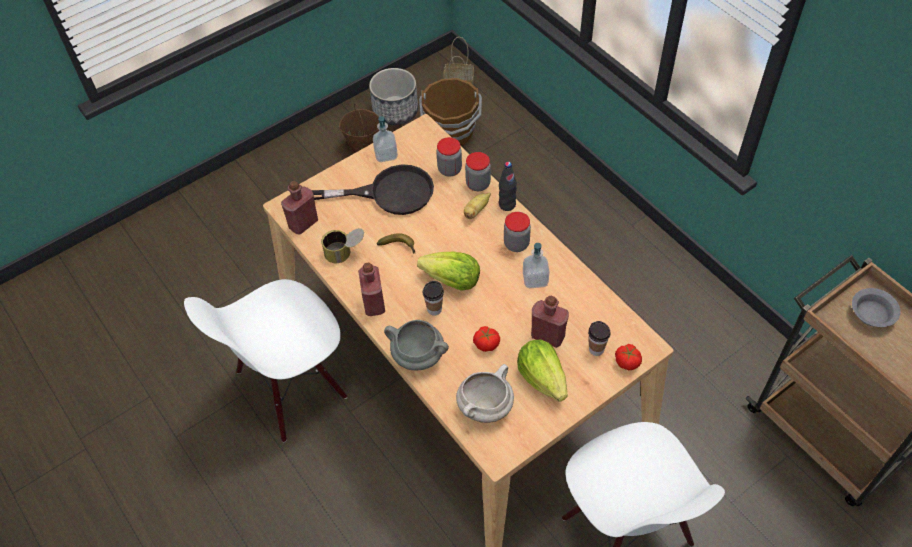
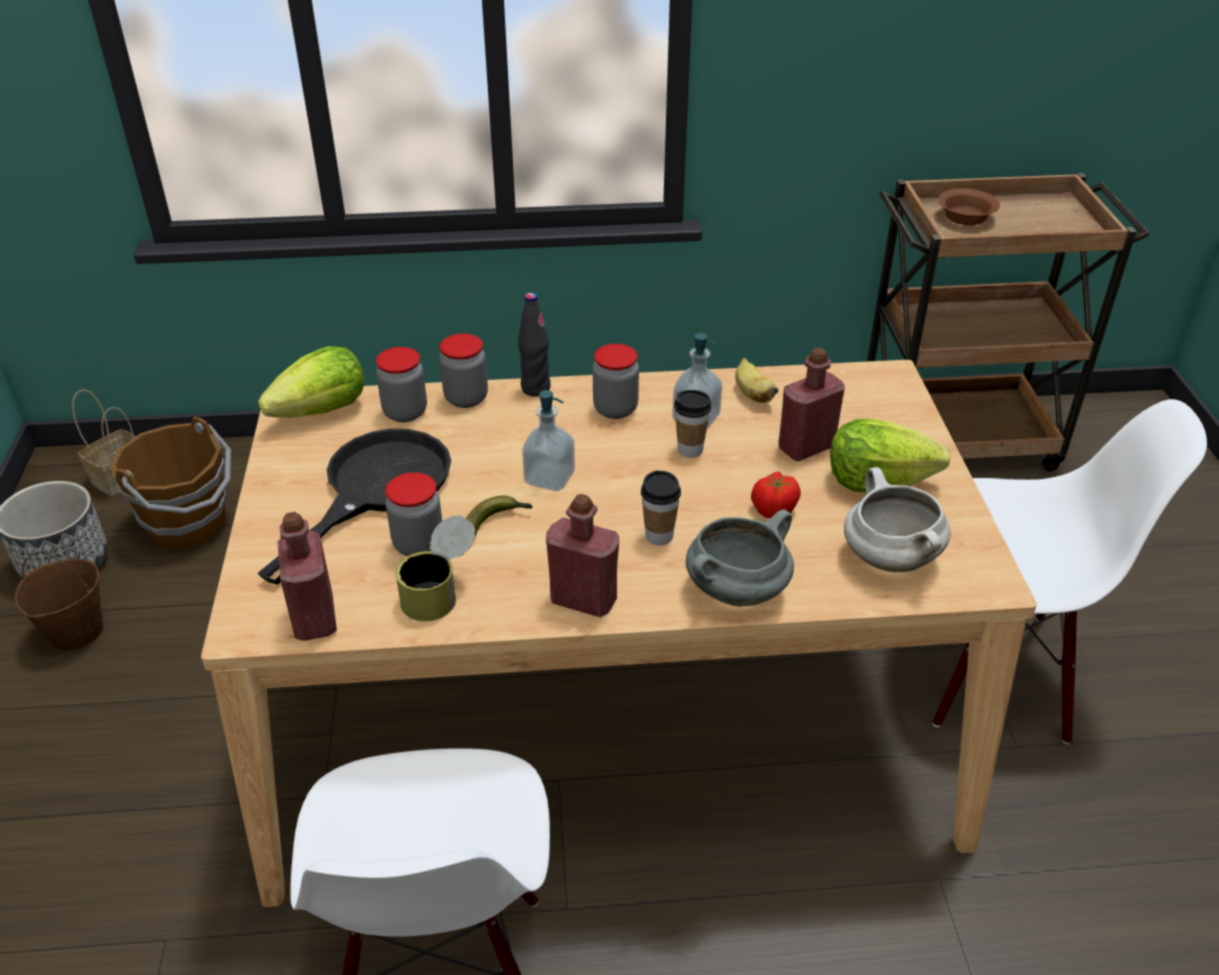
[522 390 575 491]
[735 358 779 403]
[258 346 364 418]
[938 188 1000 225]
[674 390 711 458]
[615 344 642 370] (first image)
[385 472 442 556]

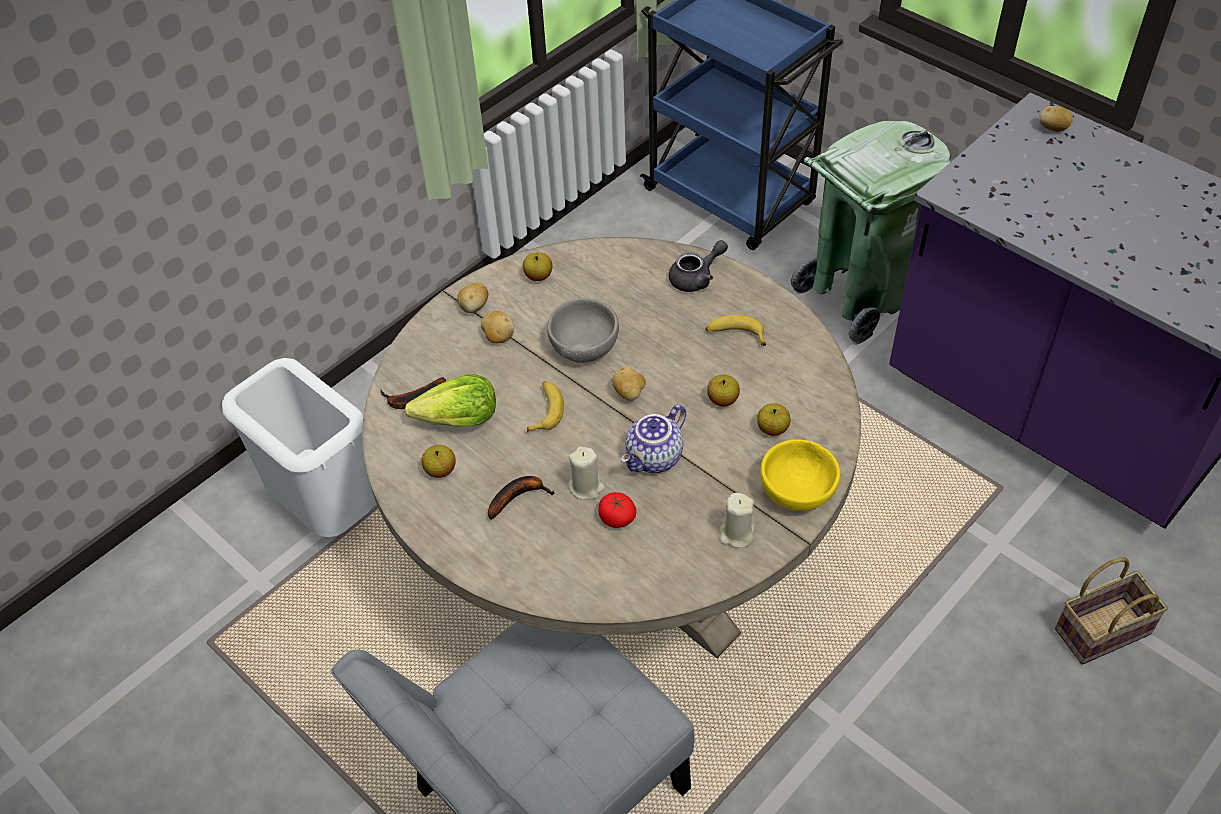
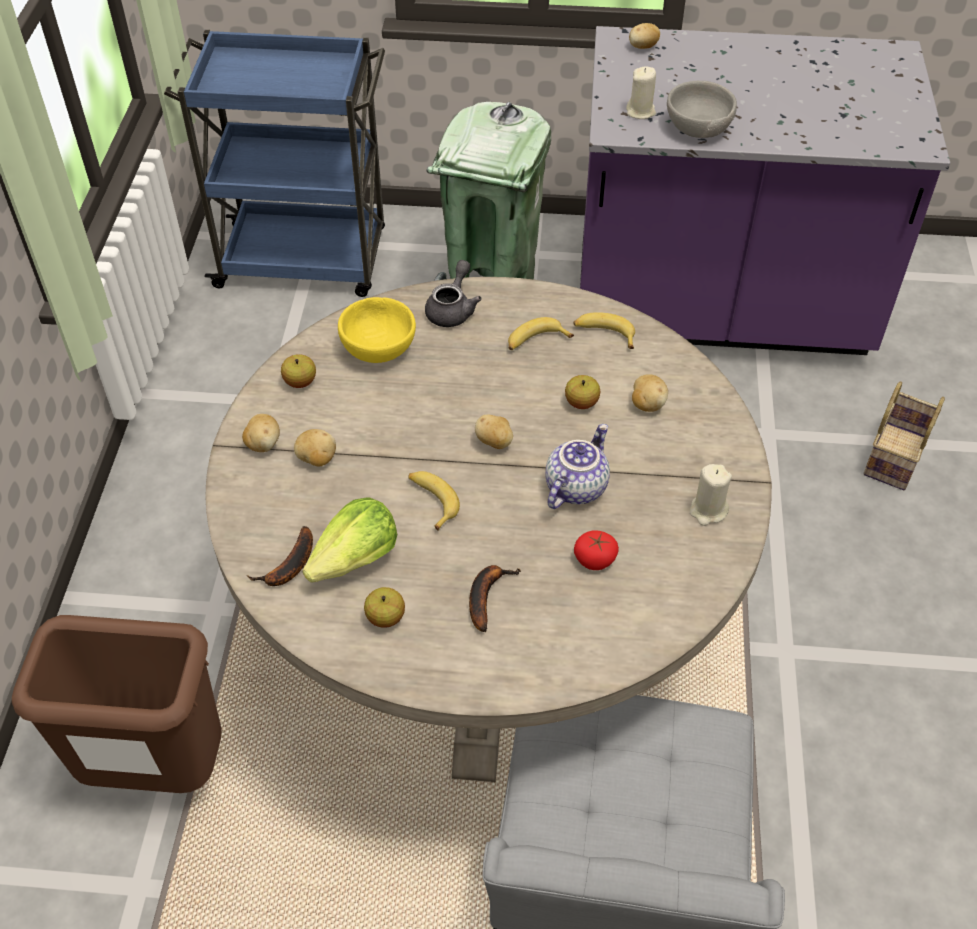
[667 81 737 138]
[12 615 222 793]
[632 374 668 412]
[545 424 610 509]
[338 297 416 363]
[626 66 656 119]
[573 312 635 349]

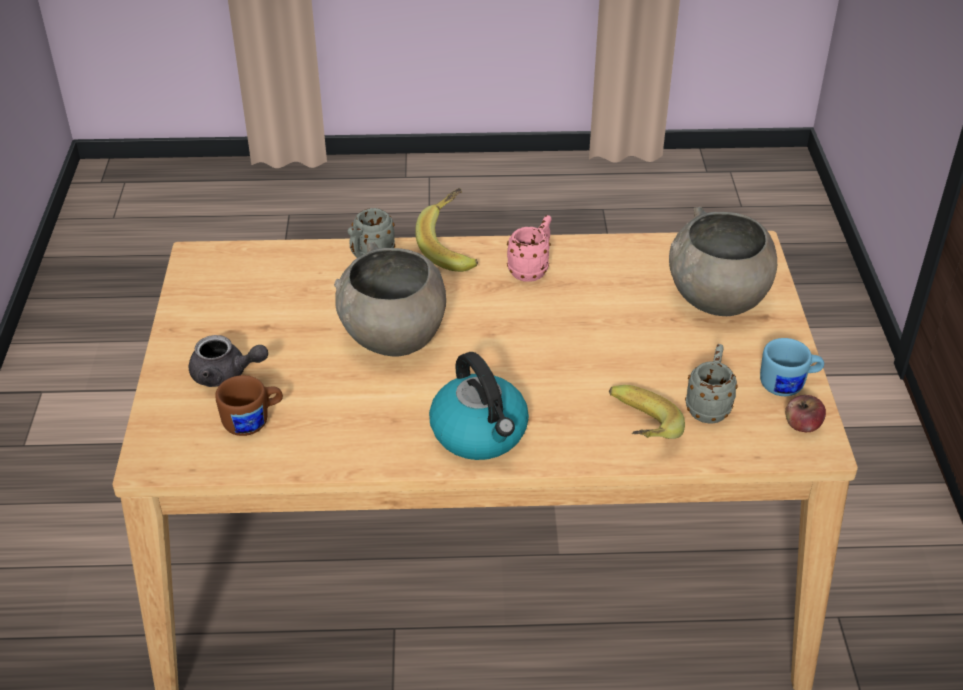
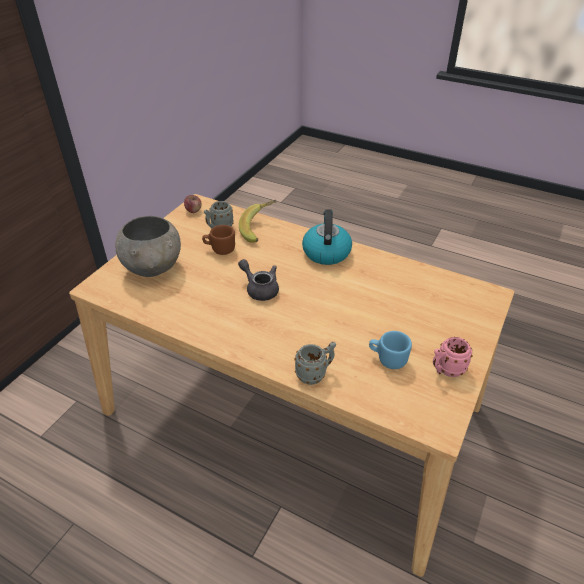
[415 188 478 272] (first image)
[433 337 472 377]
[334 242 446 357] (first image)
[238 259 279 301]
[369 331 412 369]
[202 225 235 255]

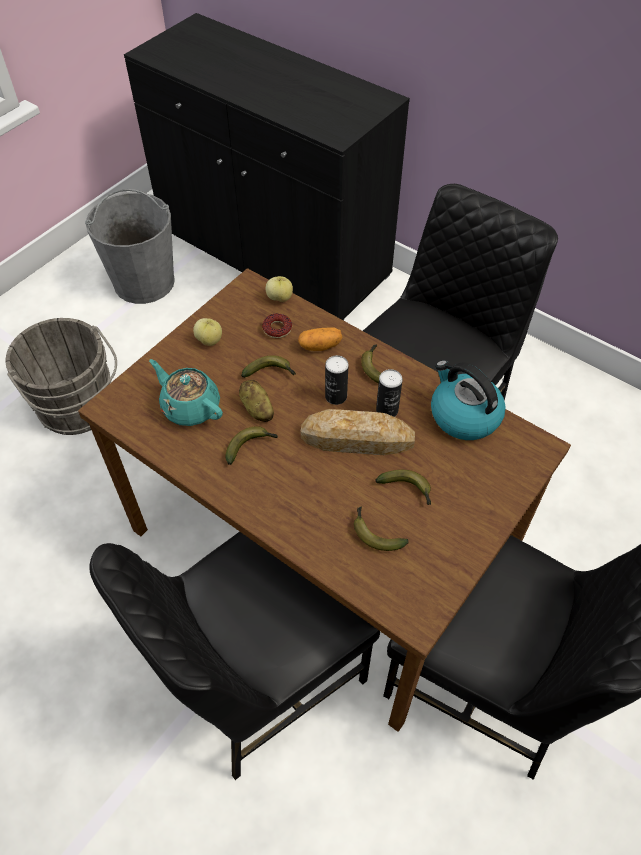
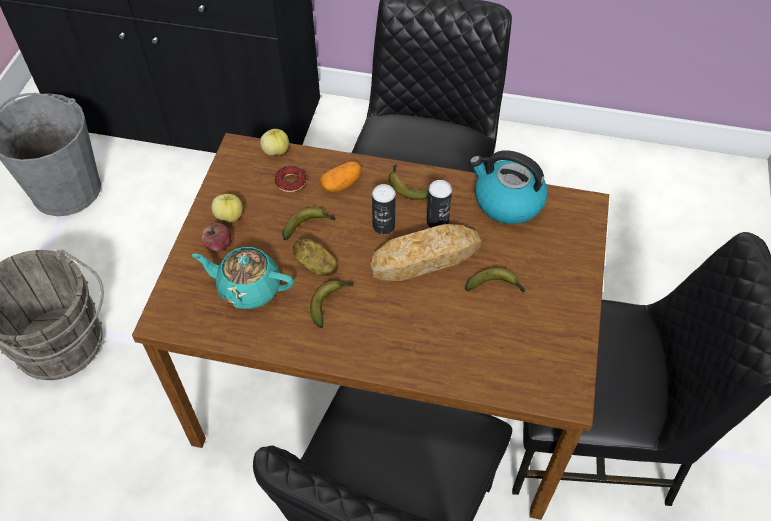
[354 506 409 551] (first image)
[202 223 231 251]

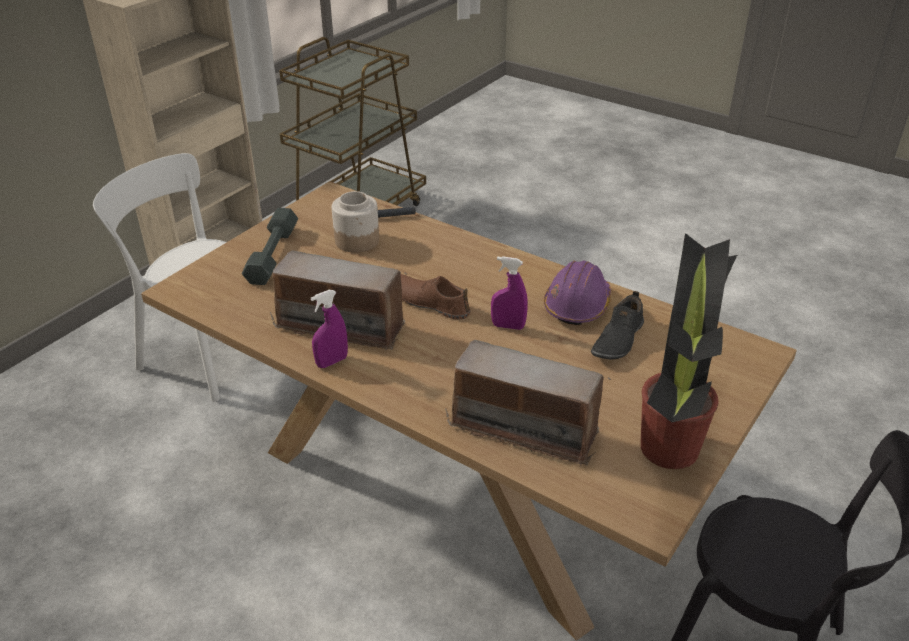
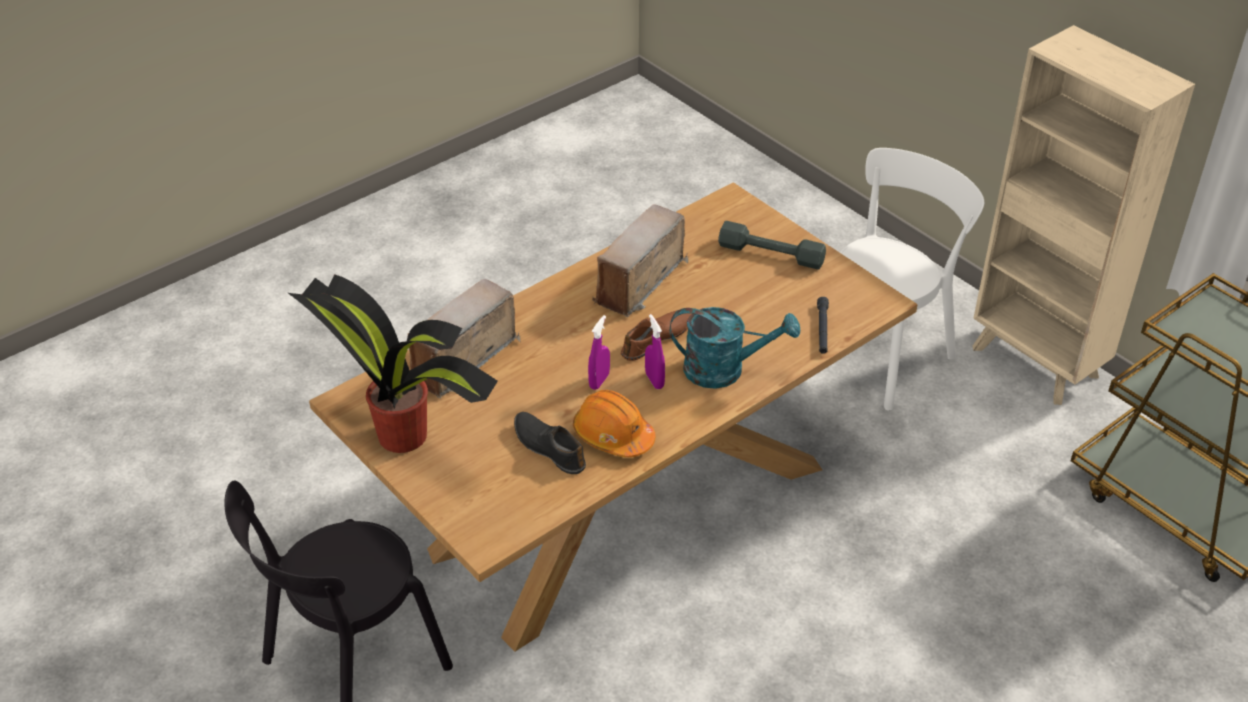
[332 191 379 253] (first image)
[573 390 656 457]
[645 314 665 389]
[670 307 800 389]

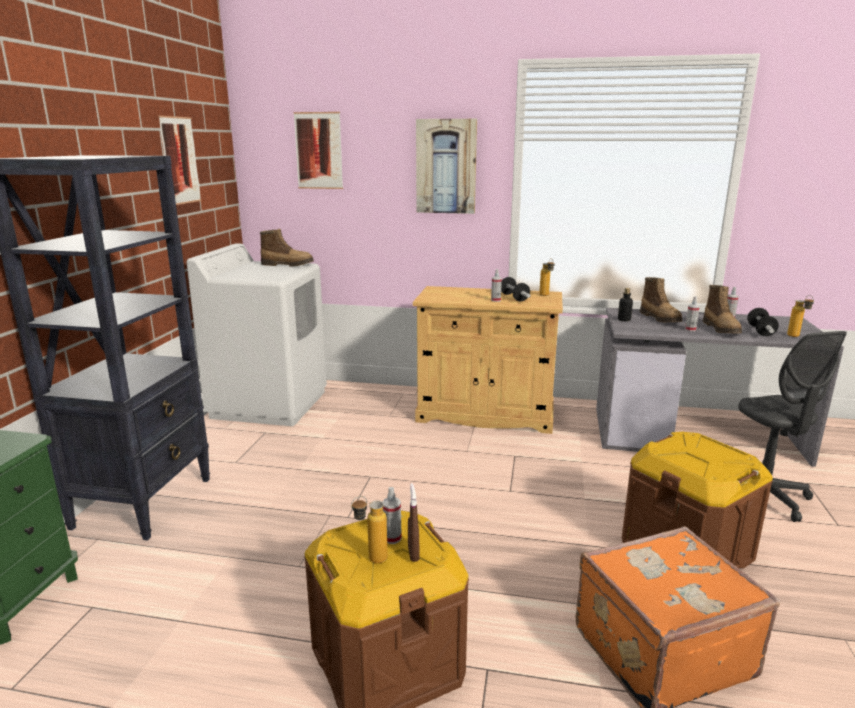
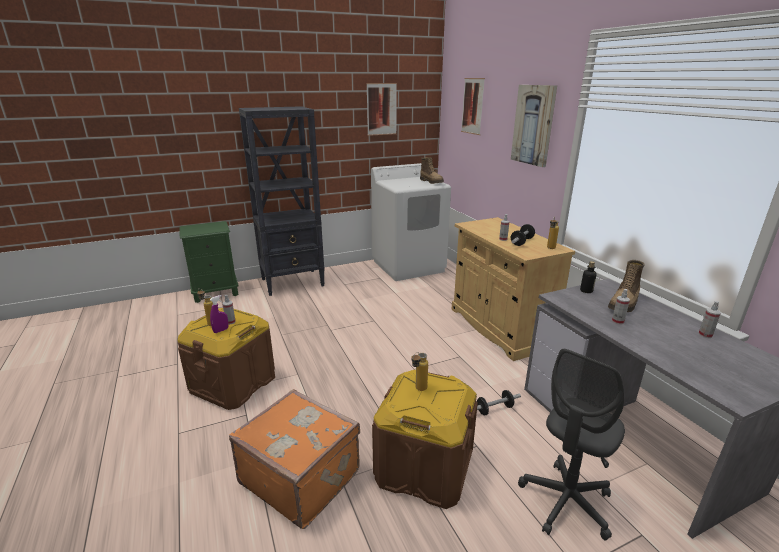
[703 285 742 333] (first image)
[411 352 428 391]
[477 390 521 415]
[210 295 228 333]

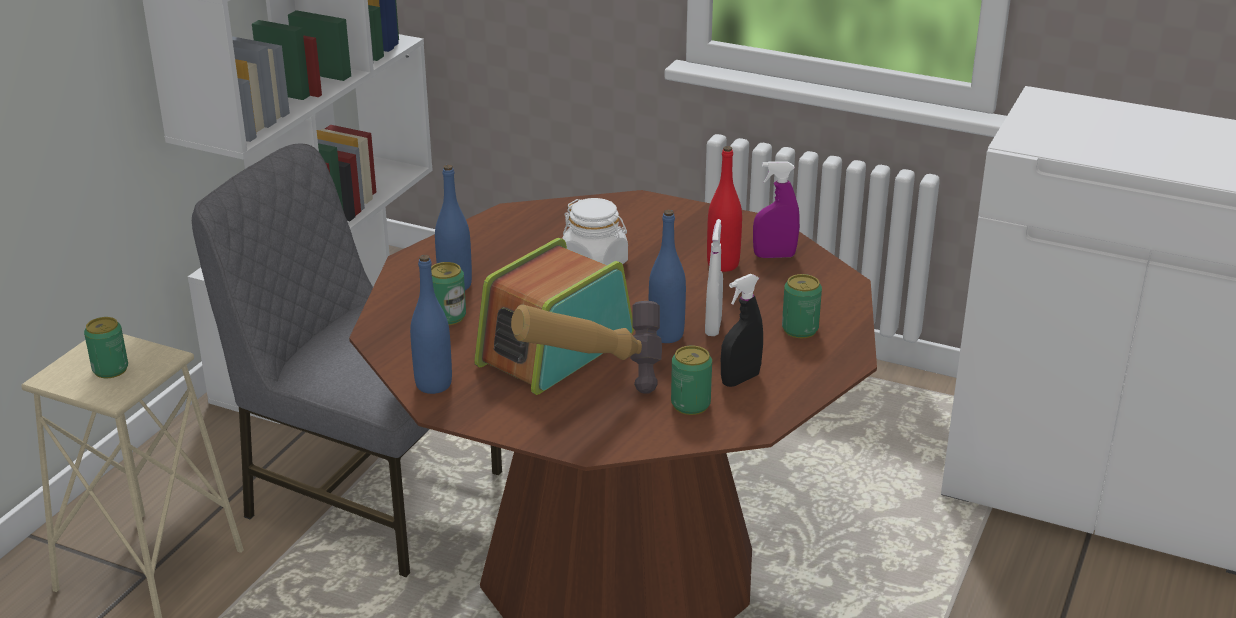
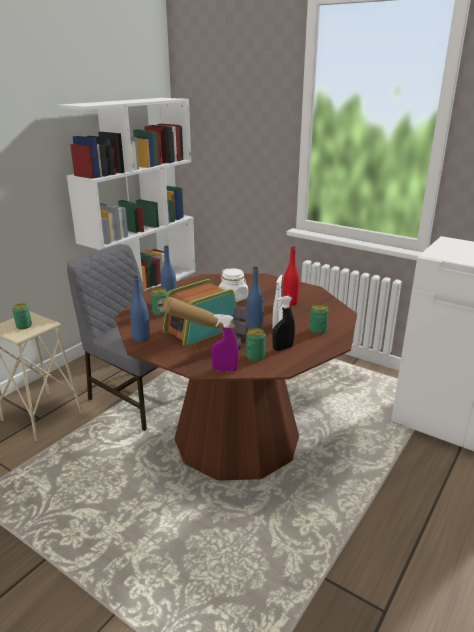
[211 314 239 372]

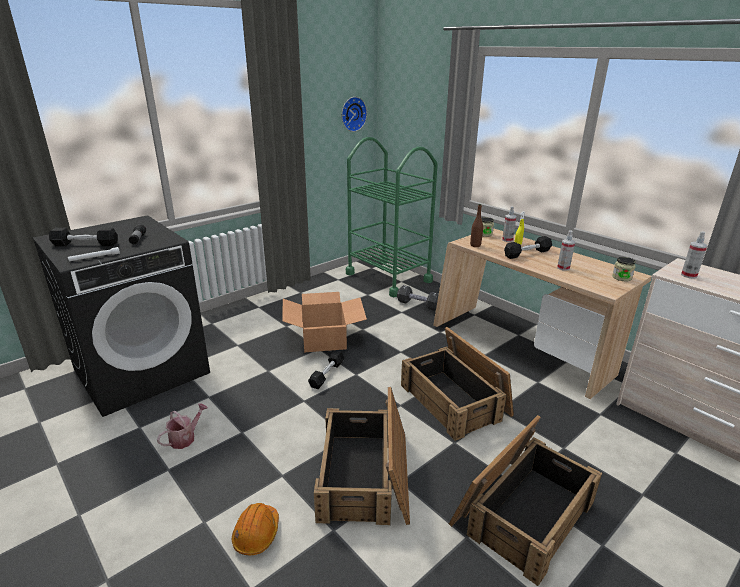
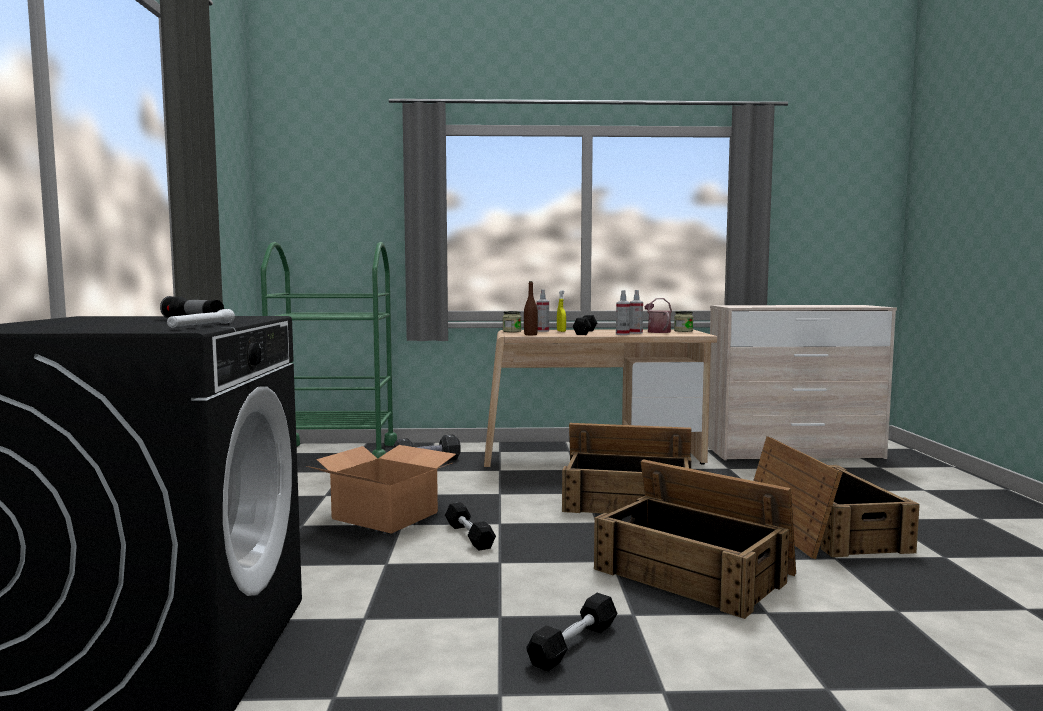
[342 97 367 132] (first image)
[526 593 617 671]
[616 290 630 335]
[644 298 672 333]
[232 503 279 555] (first image)

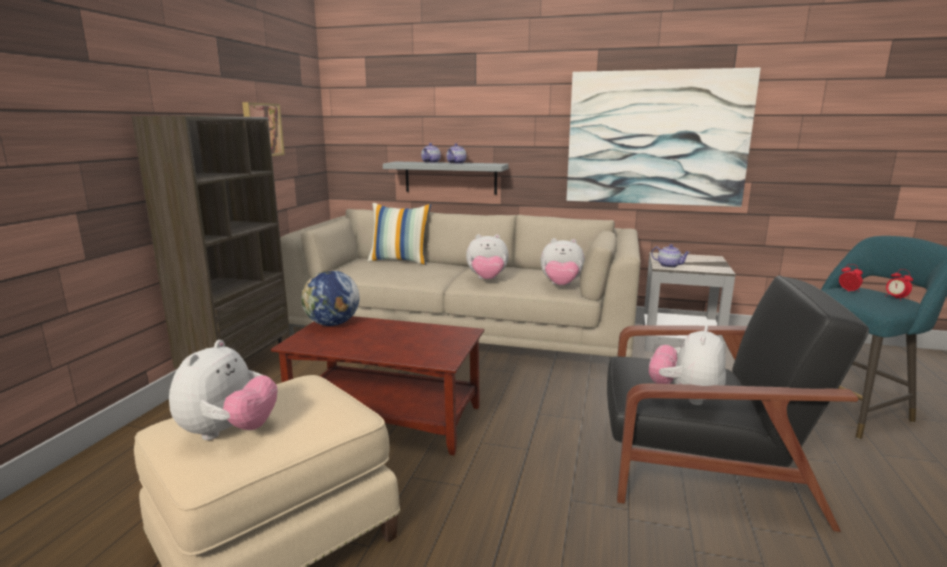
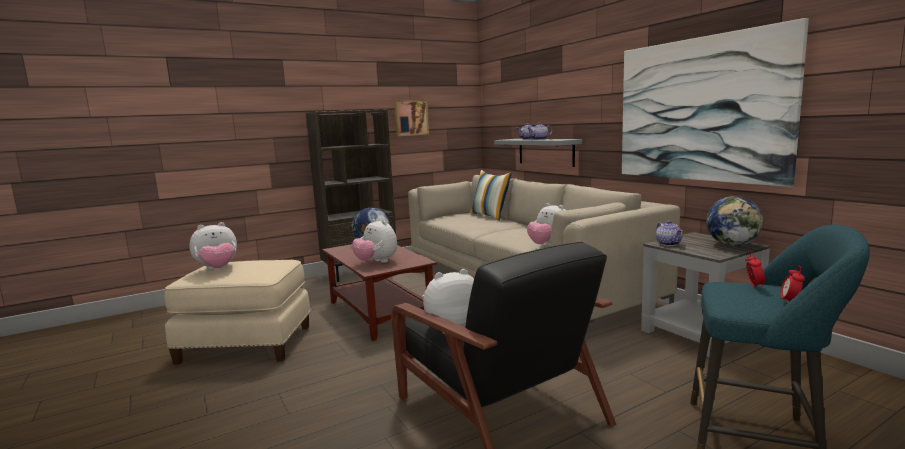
[352 219 397 263]
[706 196 763 246]

